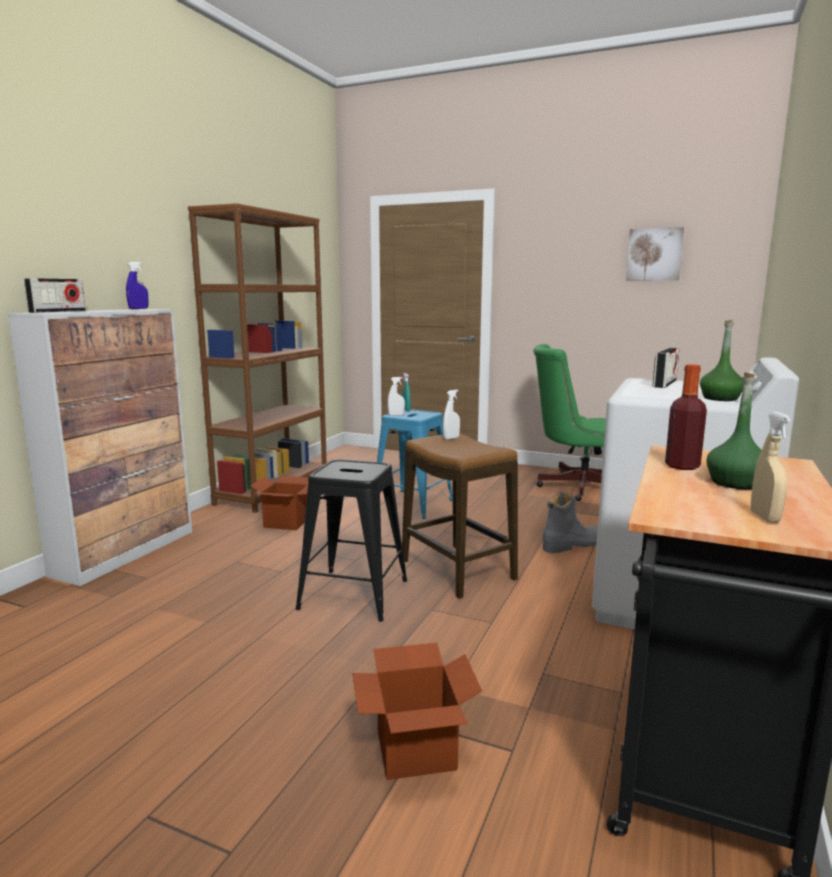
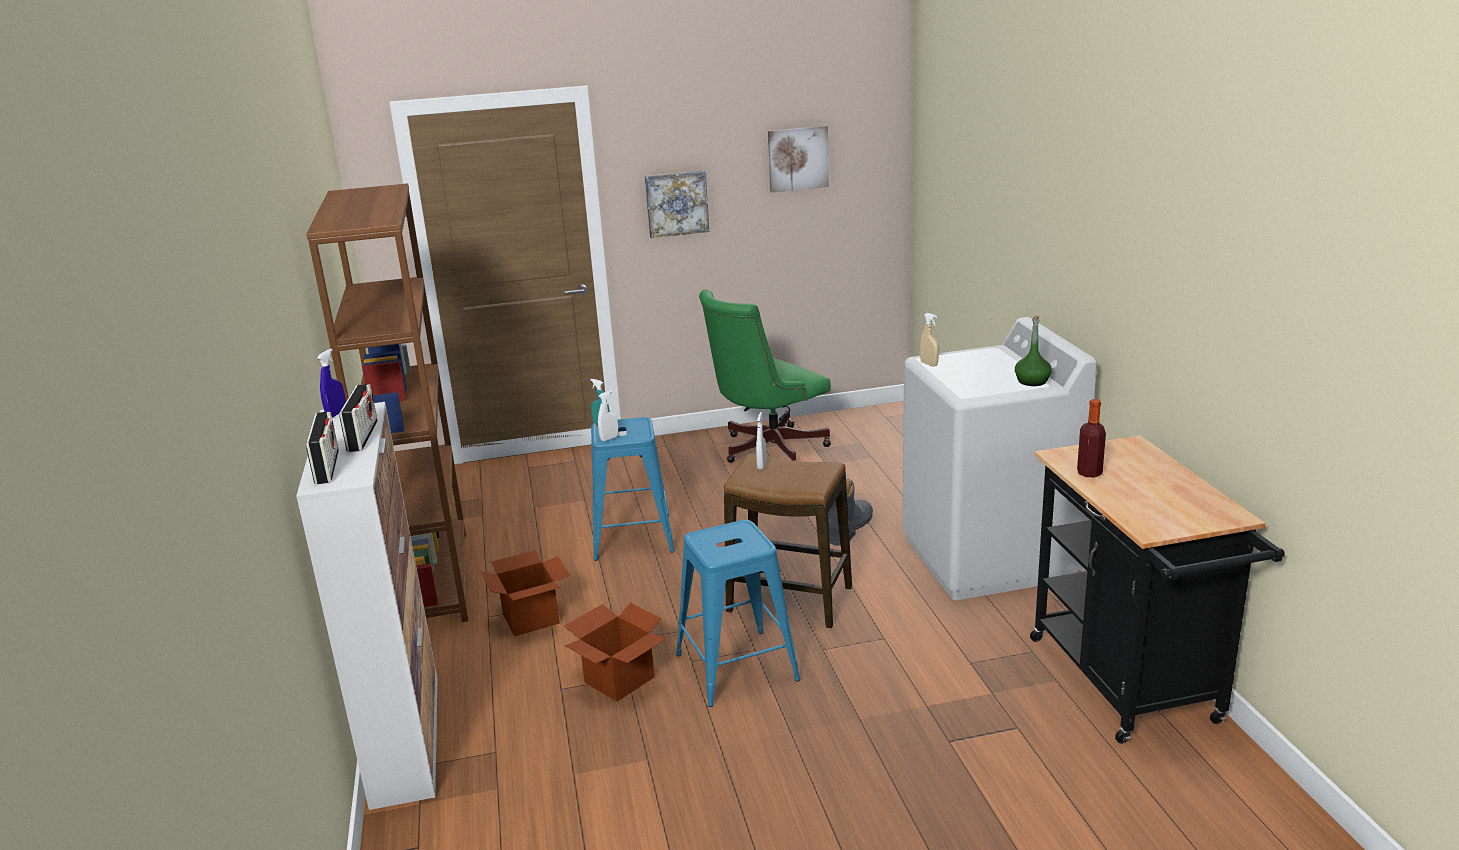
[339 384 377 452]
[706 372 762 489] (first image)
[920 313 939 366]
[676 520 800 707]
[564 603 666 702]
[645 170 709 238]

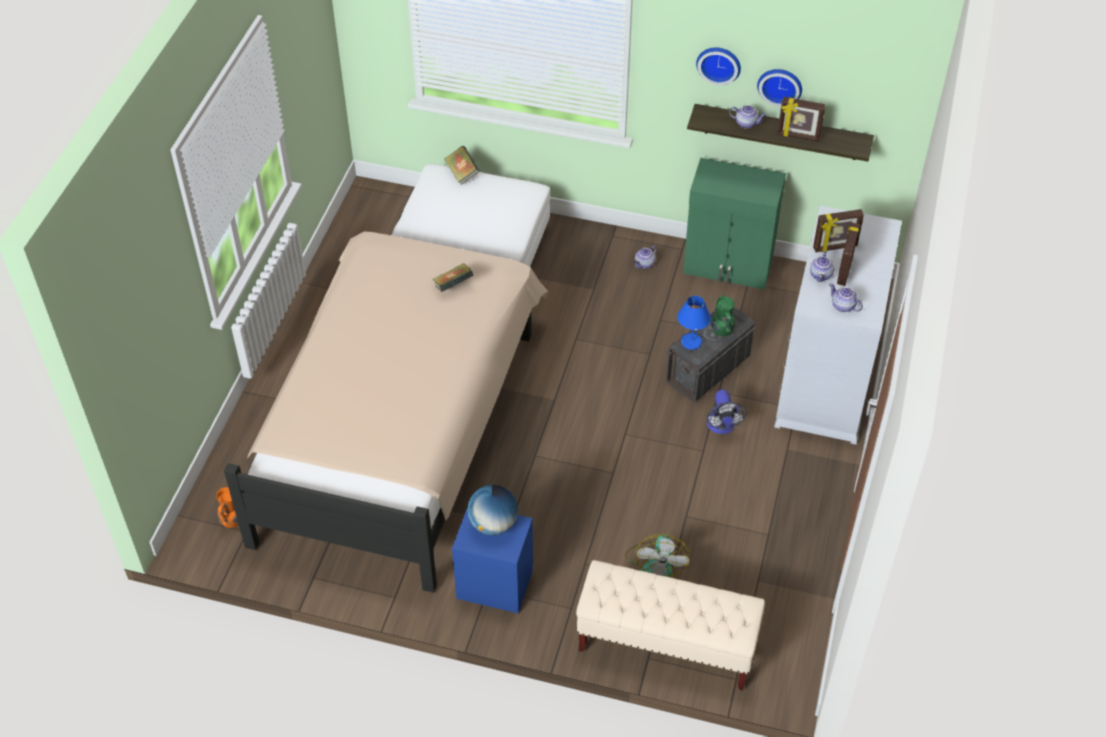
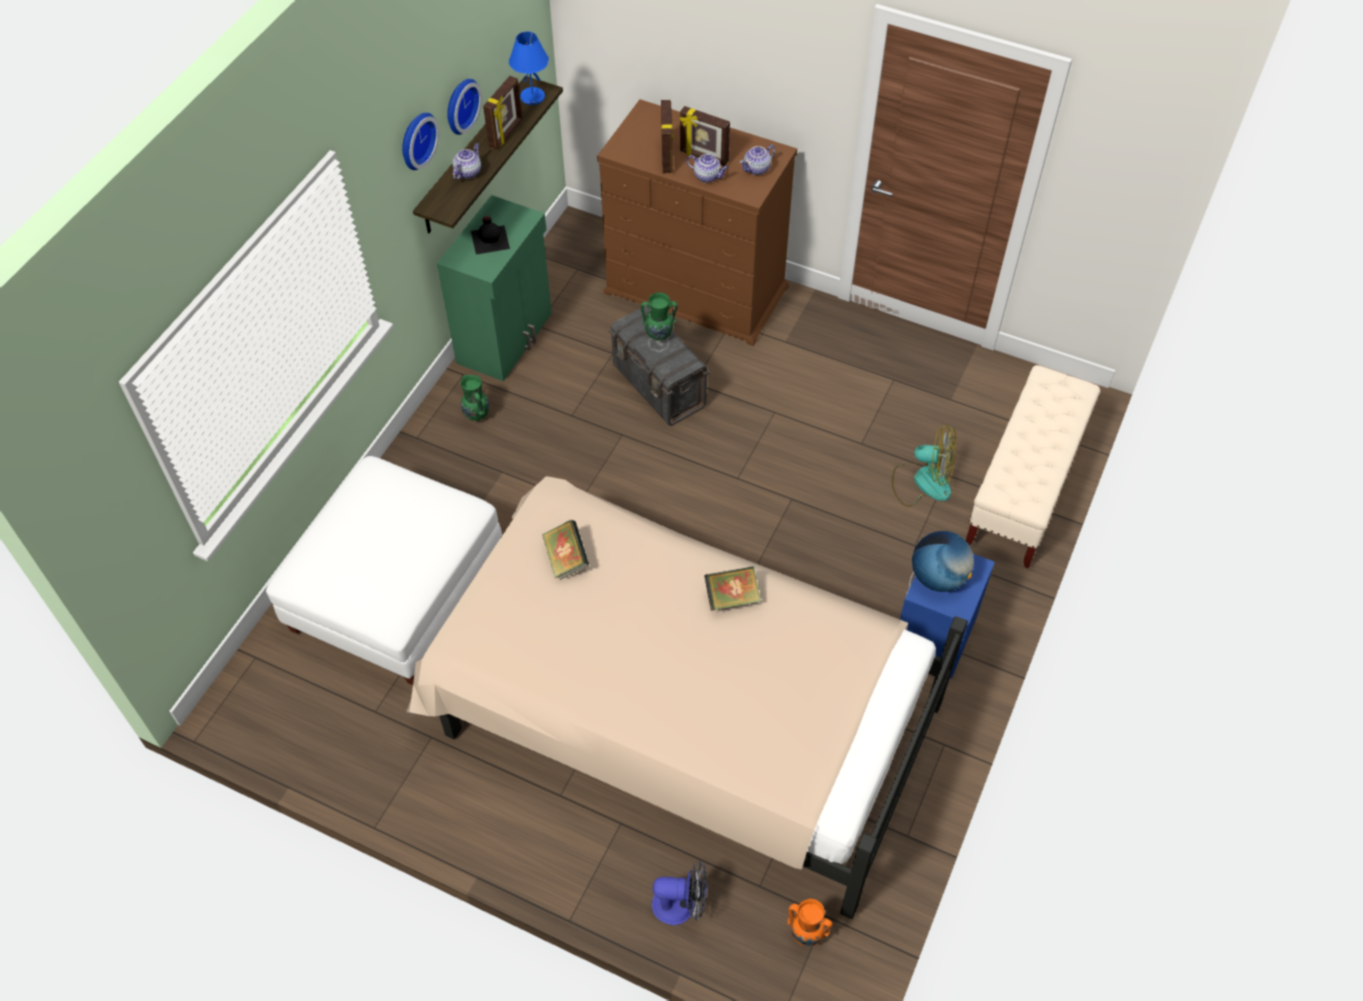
[704 566 761 611]
[597 99 797 346]
[461 375 489 421]
[509 31 549 105]
[652 861 707 925]
[471 216 510 255]

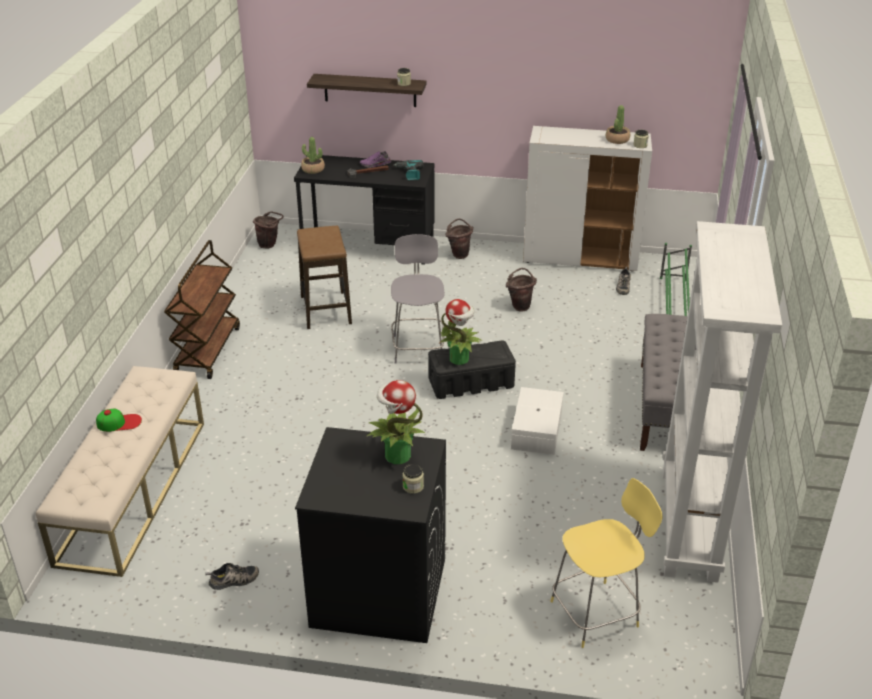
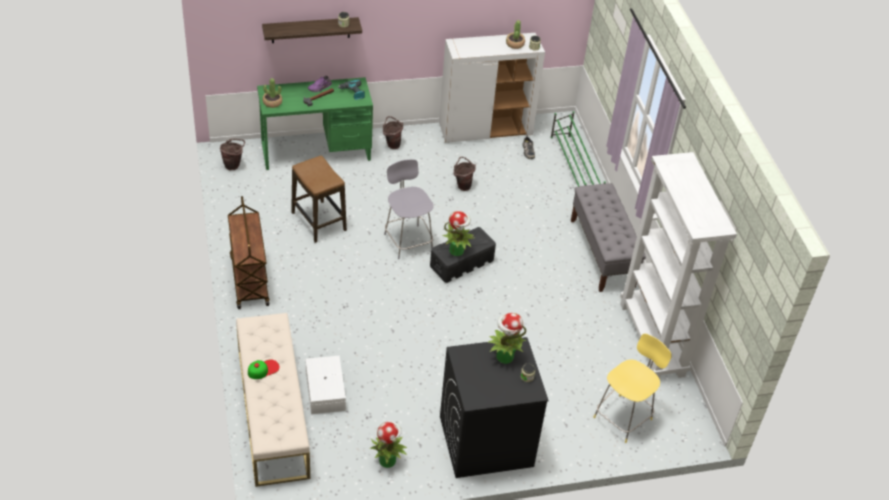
[257 77 373 170]
[306 356 346 414]
[370 421 407 468]

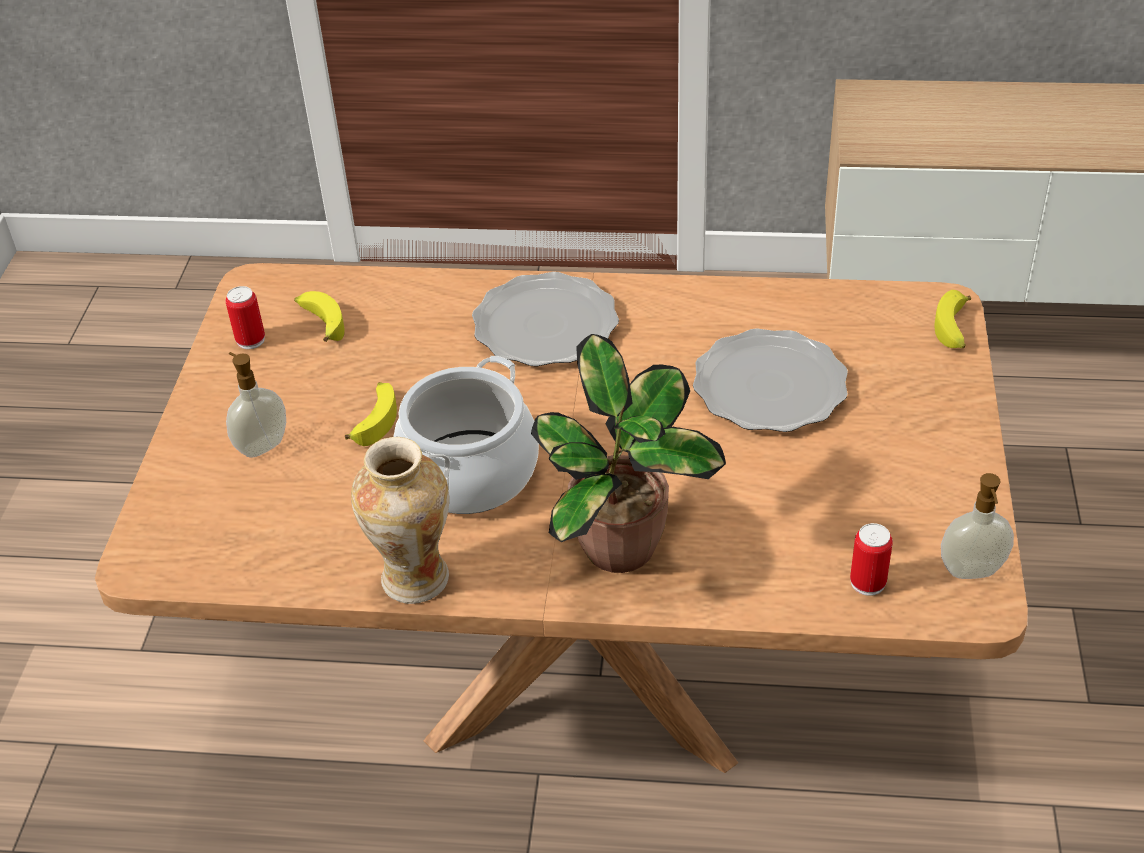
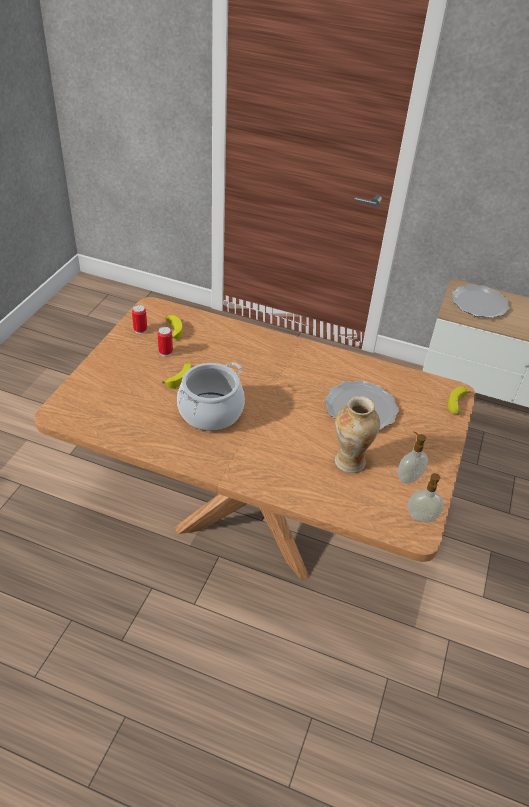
[452 284 510 318]
[531 334 726 573] (first image)
[398 431 428 483]
[335 396 380 473]
[158 327 173 357]

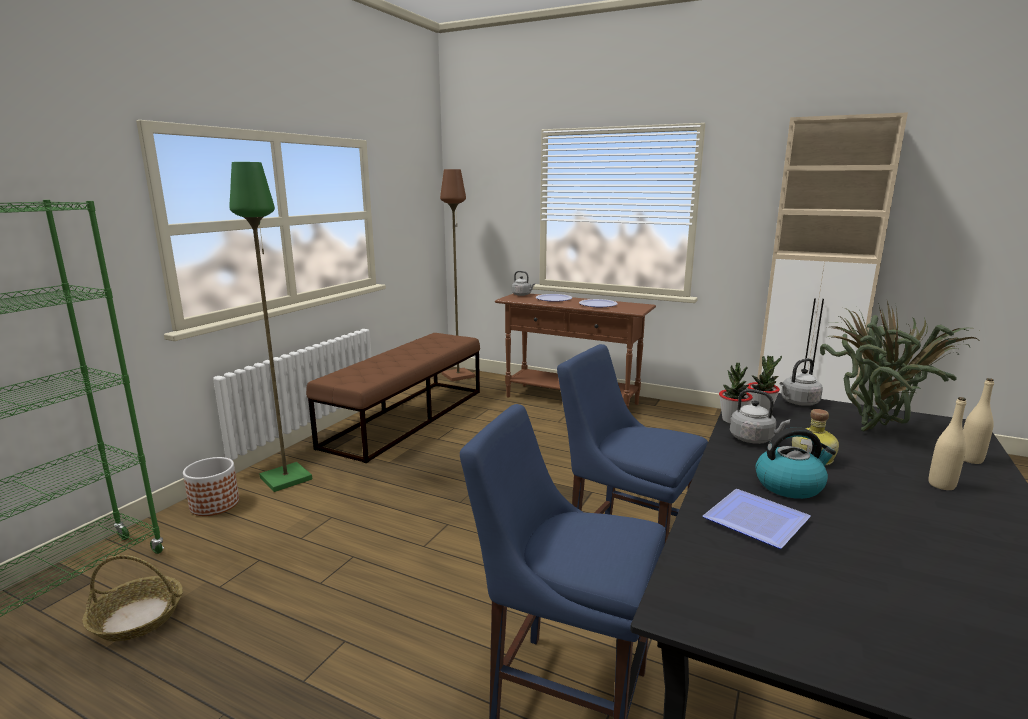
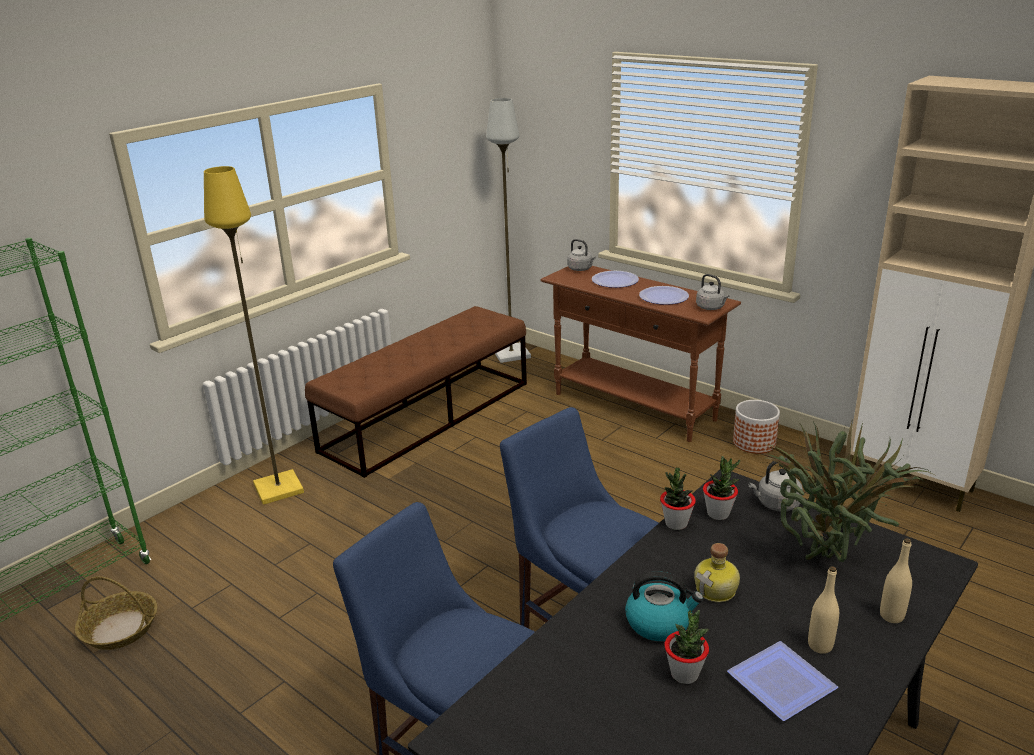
[204 166 304 505]
[486 98 531 363]
[696 274 729 310]
[733 400 780 454]
[727 641 838 721]
[664 610 710 684]

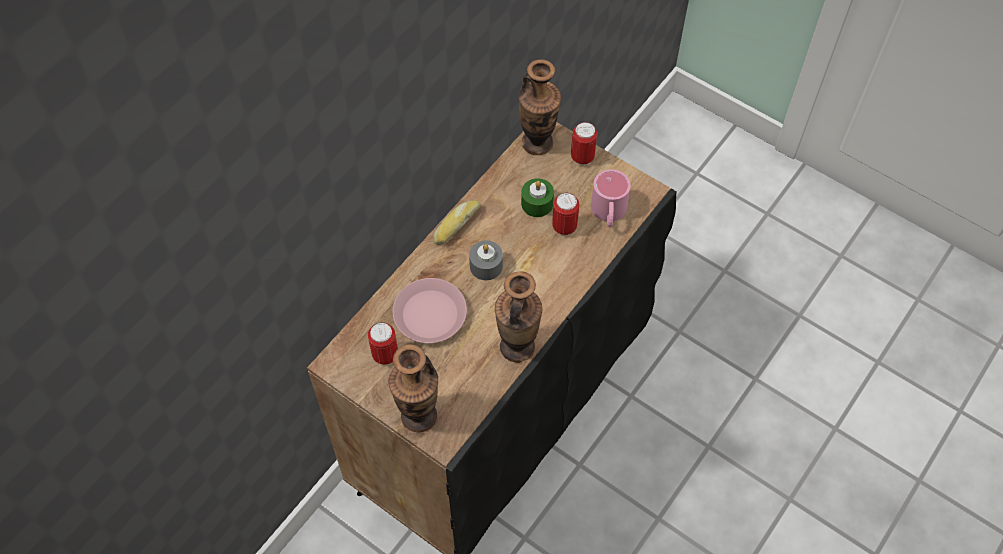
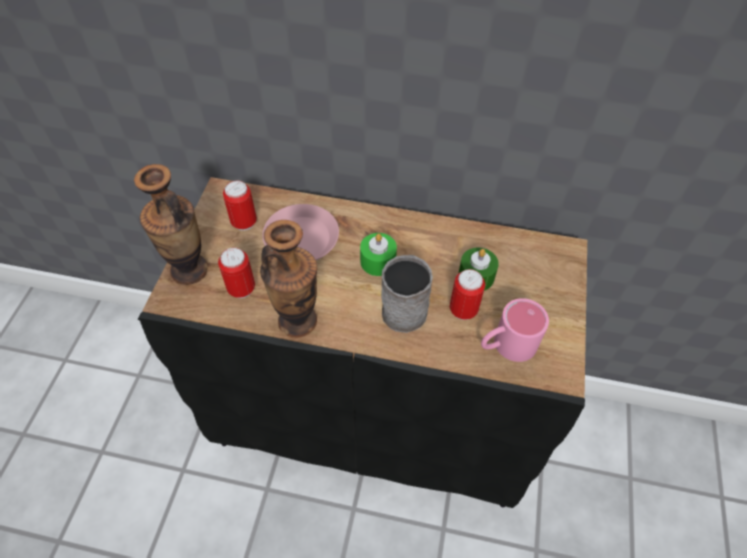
[518 59 561 155] (first image)
[218 248 255 298]
[433 200 481 245] (first image)
[360 233 397 276]
[381 255 433 333]

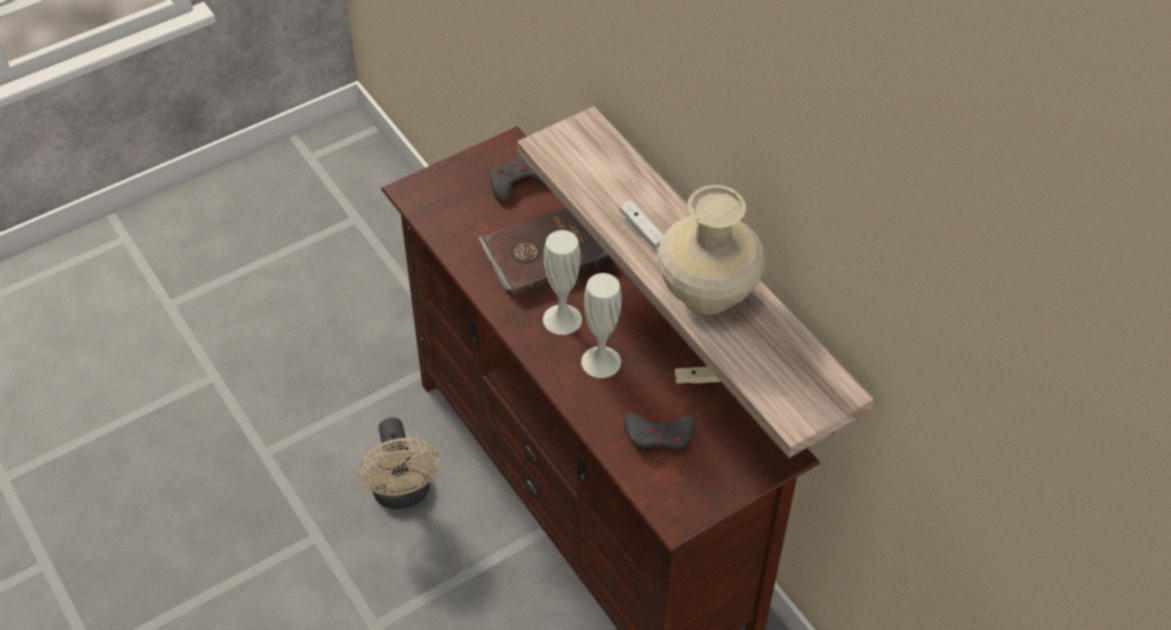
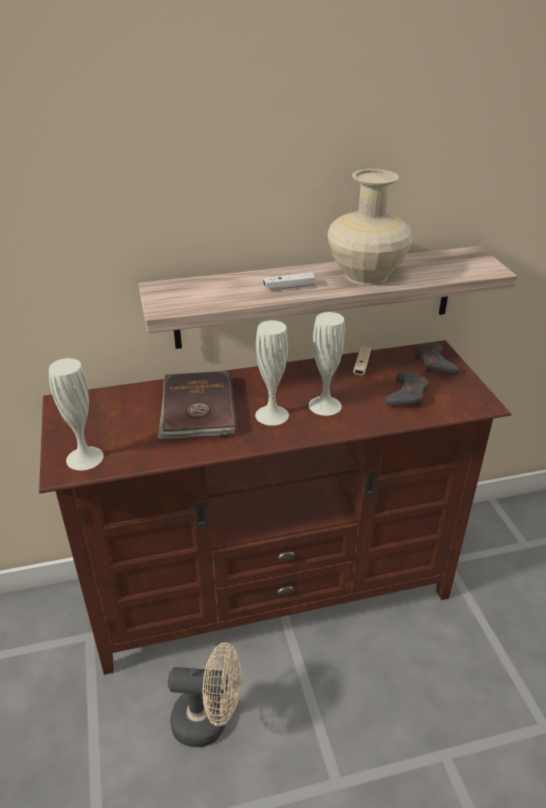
[415 342 460 376]
[49 358 104 470]

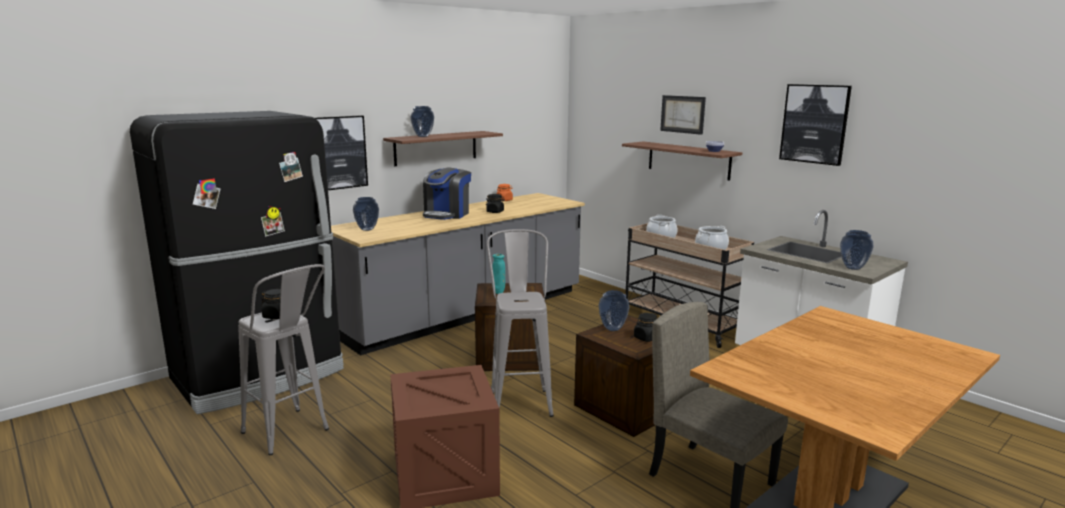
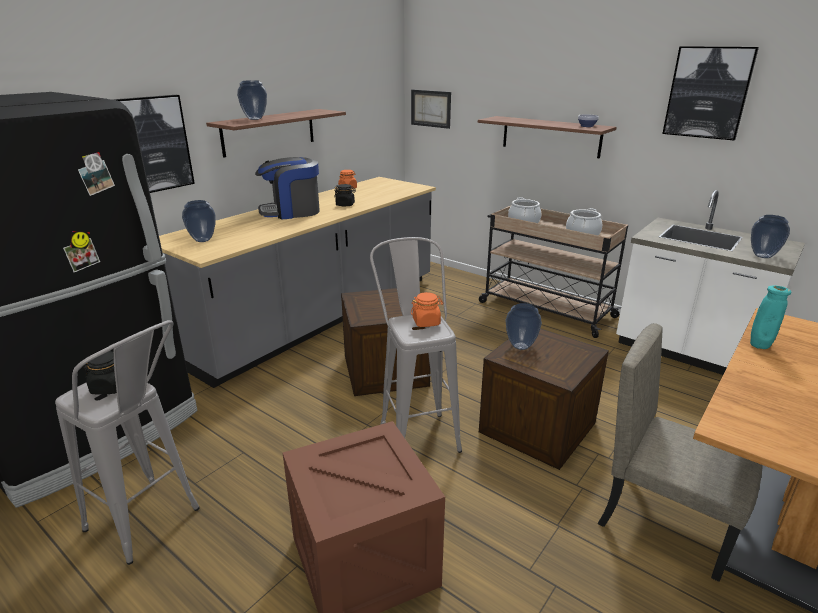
[411 90 451 129]
[255 157 320 219]
[750 285 791 349]
[634 313 657 342] (first image)
[411 292 443 327]

